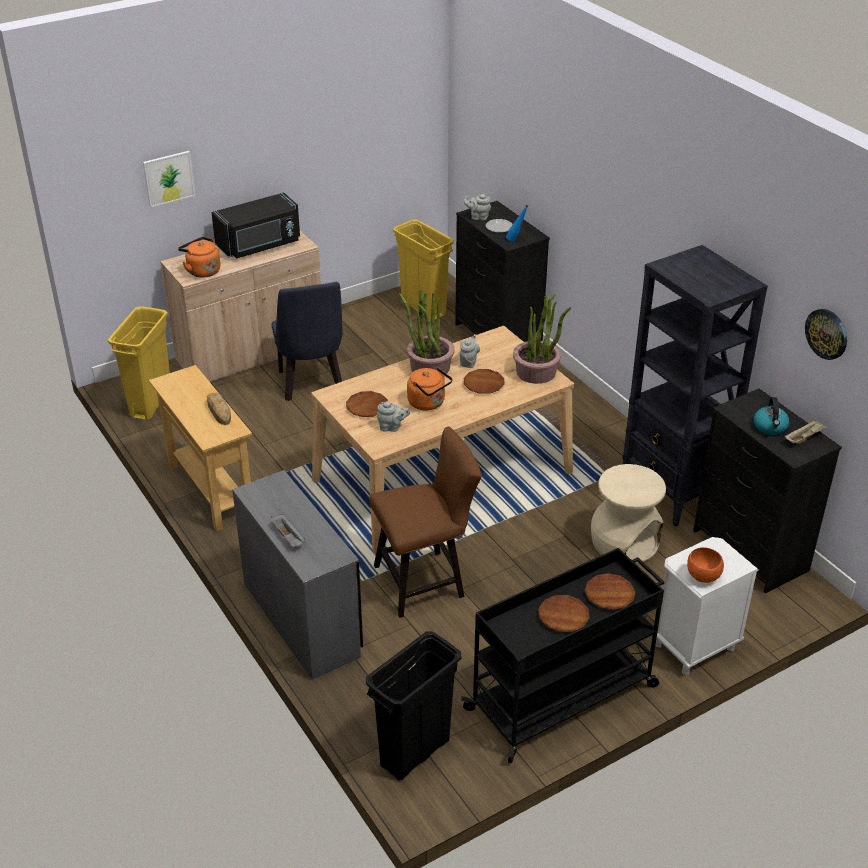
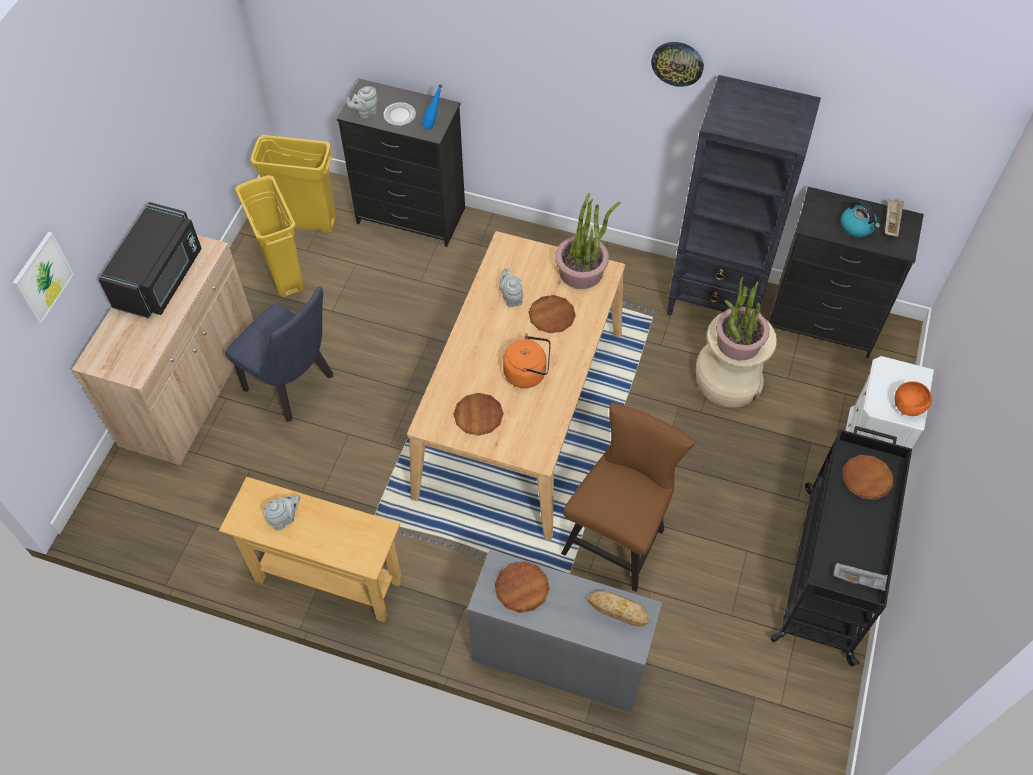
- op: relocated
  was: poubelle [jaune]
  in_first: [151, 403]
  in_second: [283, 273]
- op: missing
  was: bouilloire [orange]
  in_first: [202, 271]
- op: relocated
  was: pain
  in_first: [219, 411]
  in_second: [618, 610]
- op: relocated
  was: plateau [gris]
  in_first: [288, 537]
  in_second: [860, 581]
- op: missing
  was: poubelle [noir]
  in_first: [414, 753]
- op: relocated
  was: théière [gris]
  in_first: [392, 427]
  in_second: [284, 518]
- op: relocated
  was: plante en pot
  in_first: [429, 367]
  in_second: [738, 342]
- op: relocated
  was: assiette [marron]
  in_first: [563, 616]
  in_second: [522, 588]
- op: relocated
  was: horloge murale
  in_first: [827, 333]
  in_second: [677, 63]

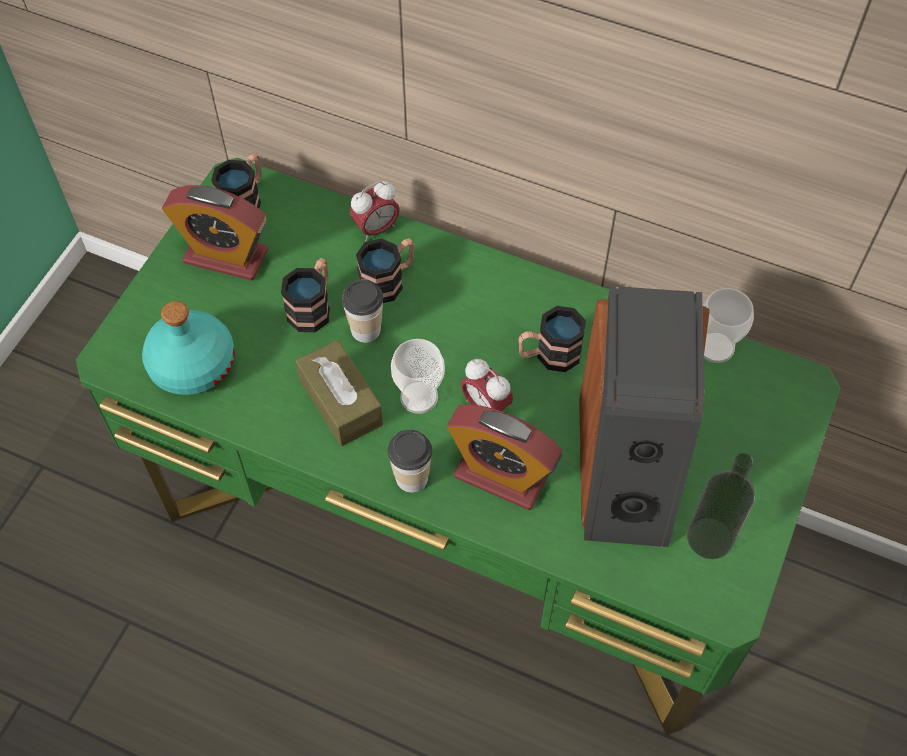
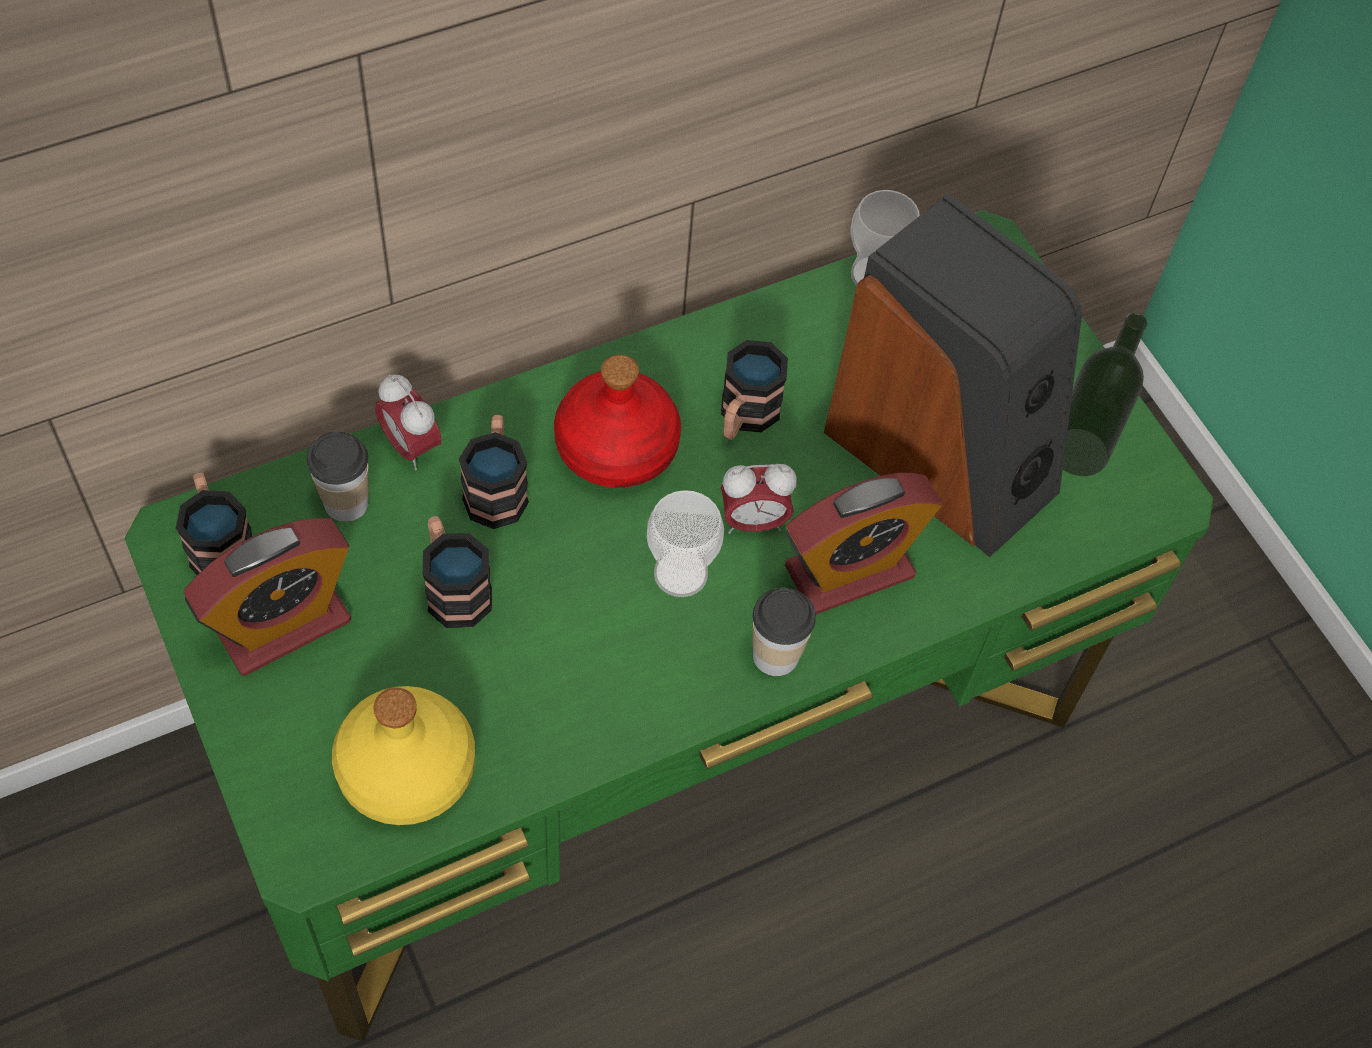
- op: colour
  was: bouteille [turquoise]
  now: bouteille [jaune]
  in_first: [192, 364]
  in_second: [405, 770]
- op: missing
  was: boîte à mouchoirs [marron]
  in_first: [341, 402]
- op: relocated
  was: tasse
  in_first: [366, 329]
  in_second: [346, 502]
- op: spun
  was: réveil
  in_first: [376, 229]
  in_second: [411, 446]
  clockwise: 135
- op: appeared
  now: bouteille [rouge]
  in_second: [616, 446]

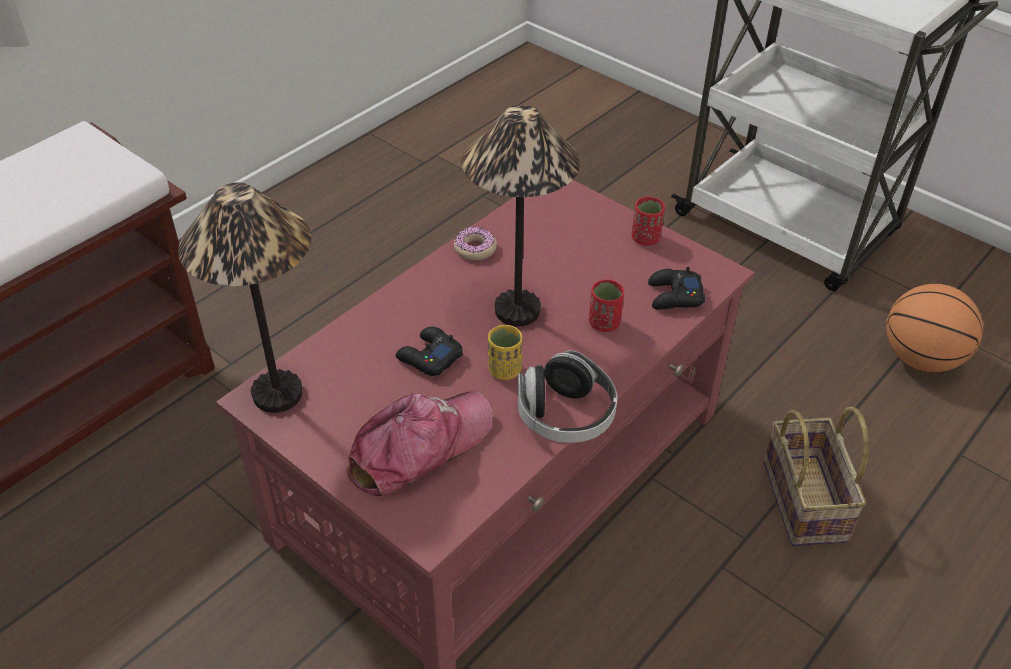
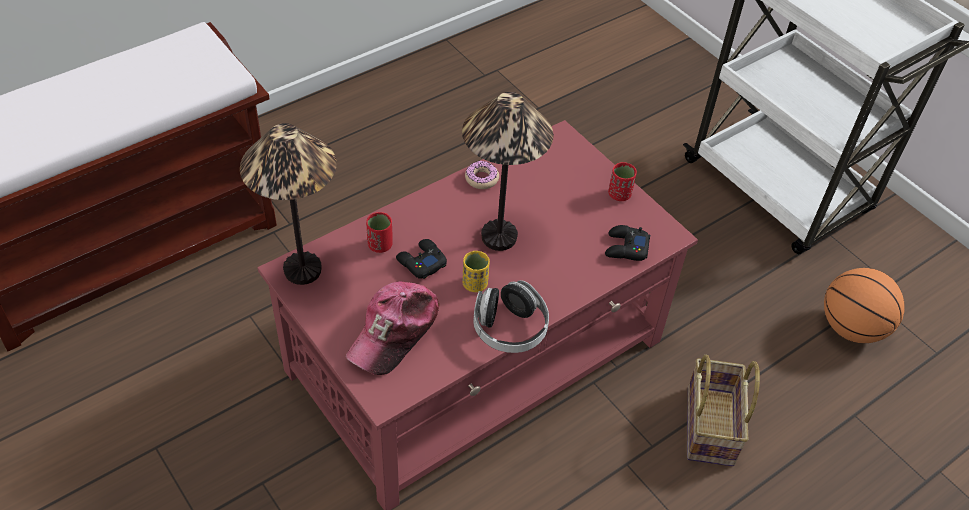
- op: spun
  was: casquette
  in_first: [419, 447]
  in_second: [395, 332]
  clockwise: 150
- op: relocated
  was: tasse [rouge]
  in_first: [604, 323]
  in_second: [380, 245]

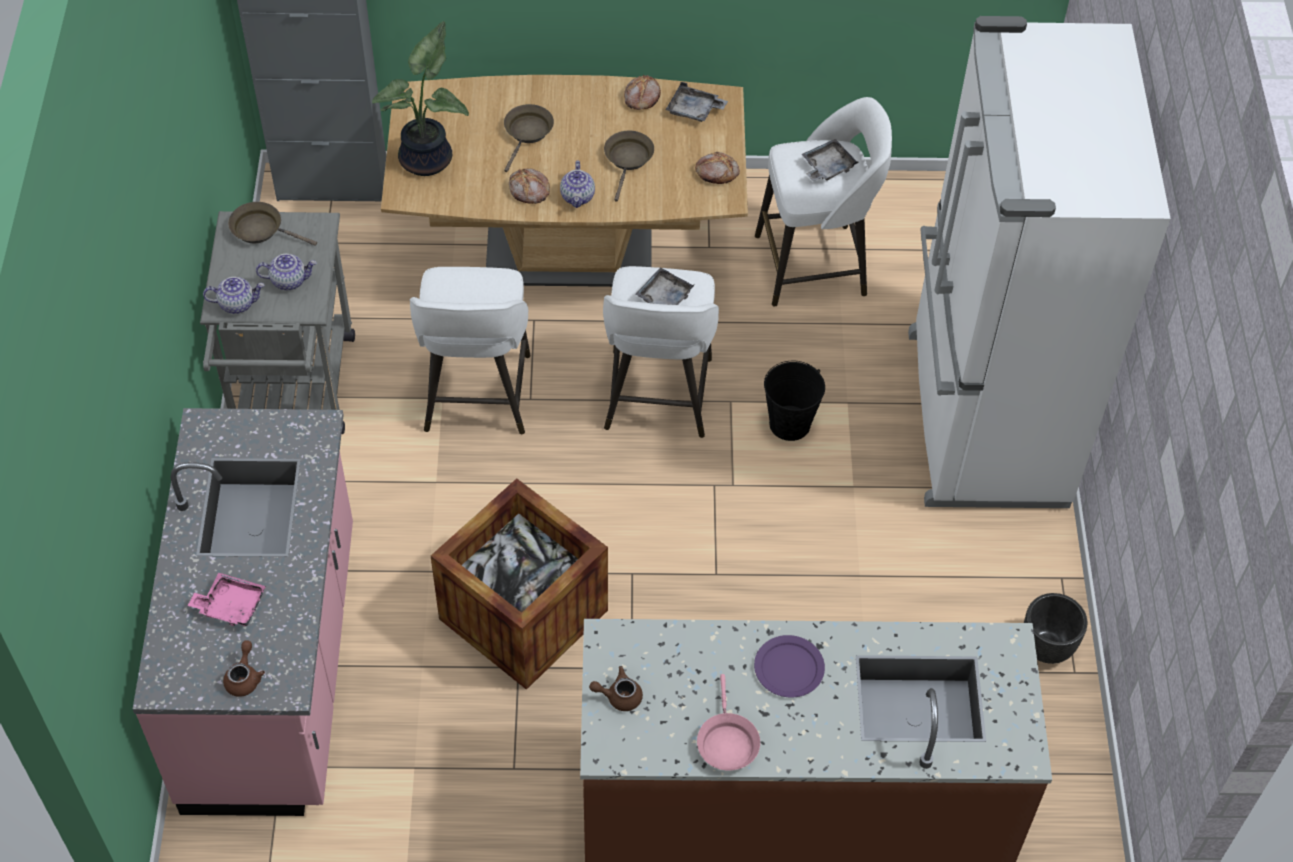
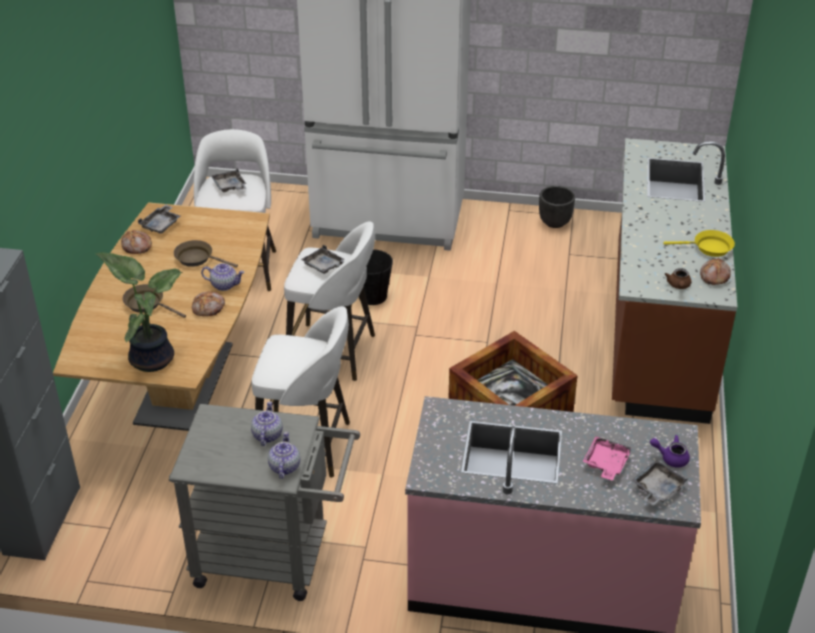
- op: colour
  was: théière [marron]
  now: théière [violet]
  in_first: [244, 677]
  in_second: [670, 457]
- op: missing
  was: poêle [marron]
  in_first: [261, 229]
- op: relocated
  was: pain
  in_first: [716, 172]
  in_second: [714, 276]
- op: colour
  was: poêle [rose]
  now: poêle [jaune]
  in_first: [726, 741]
  in_second: [709, 248]
- op: missing
  was: assiette [violet]
  in_first: [789, 668]
- op: appeared
  now: plateau [gris]
  in_second: [657, 489]

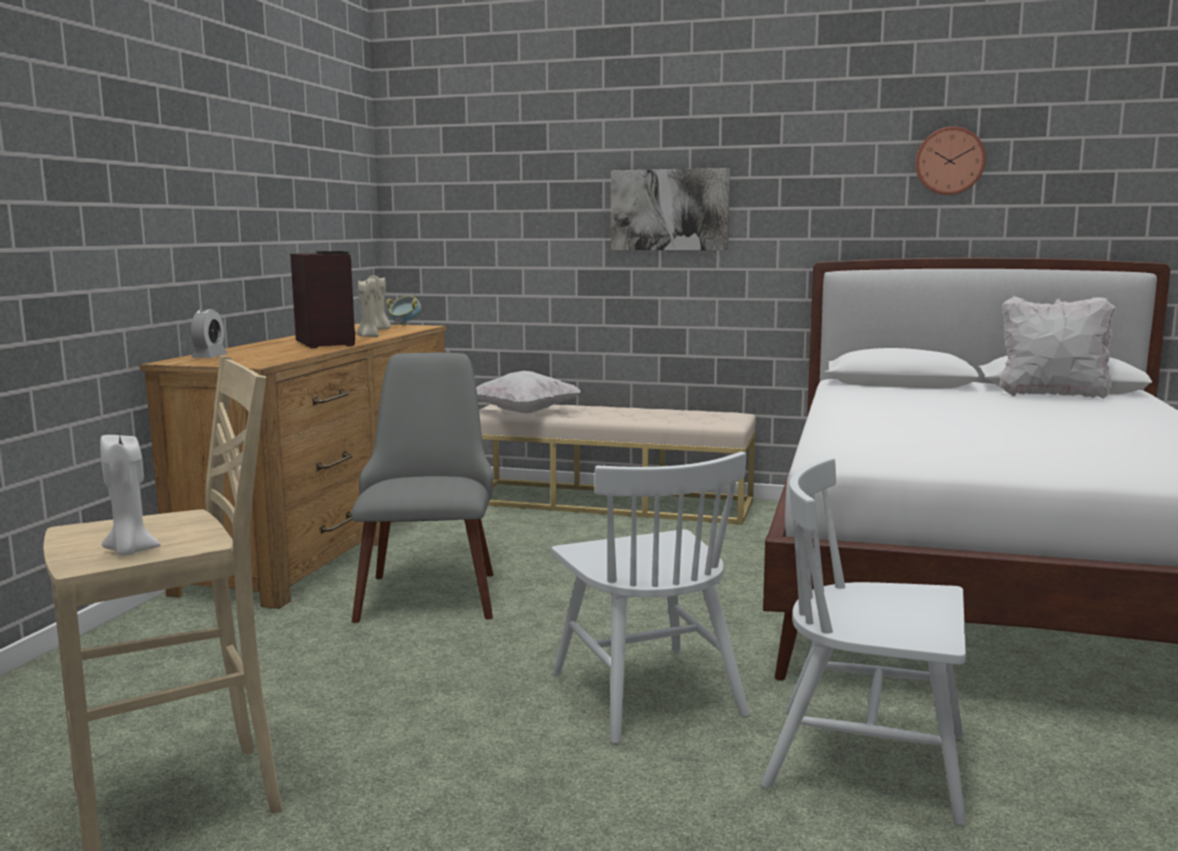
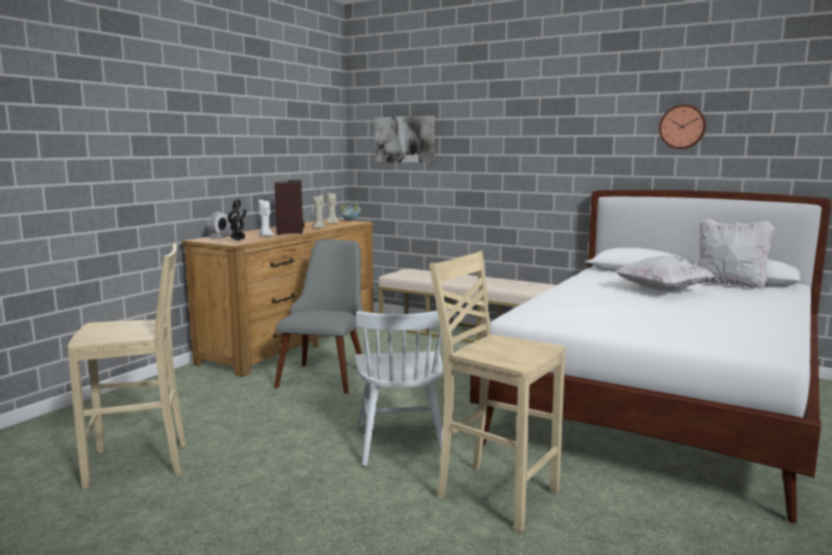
- op: relocated
  was: bougie [blanc]
  in_first: [130, 551]
  in_second: [265, 236]
- op: relocated
  was: coussin [blanc]
  in_first: [525, 413]
  in_second: [662, 291]
- op: relocated
  was: tableau
  in_first: [669, 210]
  in_second: [405, 139]
- op: exchanged
  was: chaise [blanc]
  now: tabouret [beige]
  in_first: [868, 762]
  in_second: [495, 494]
- op: appeared
  now: plante en pot
  in_second: [238, 241]

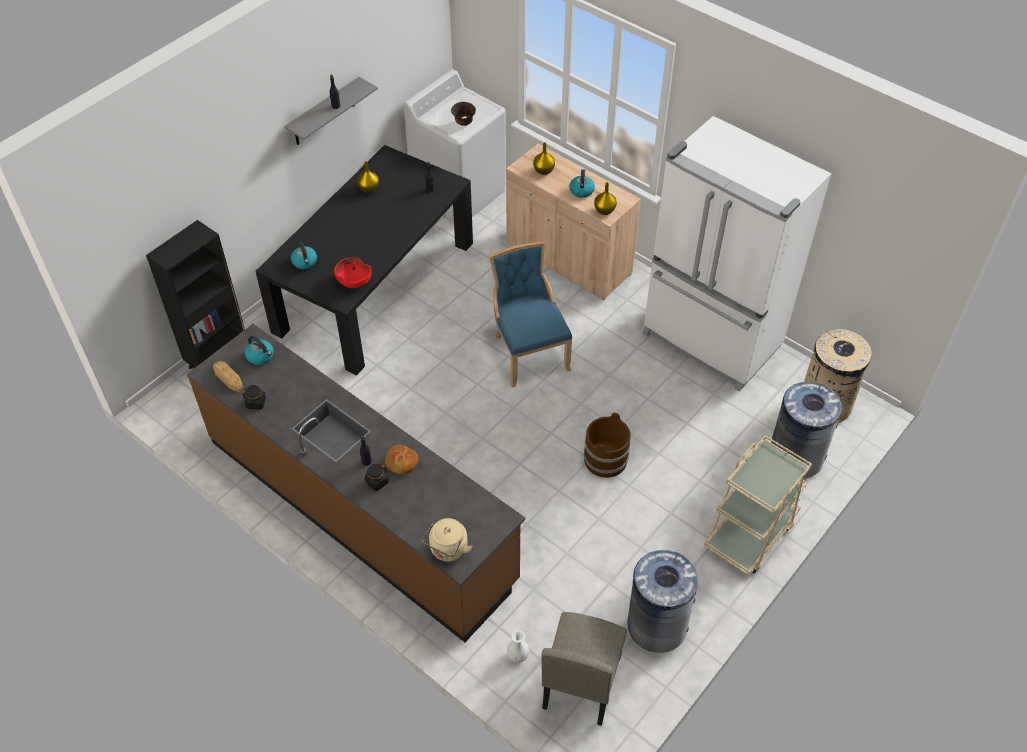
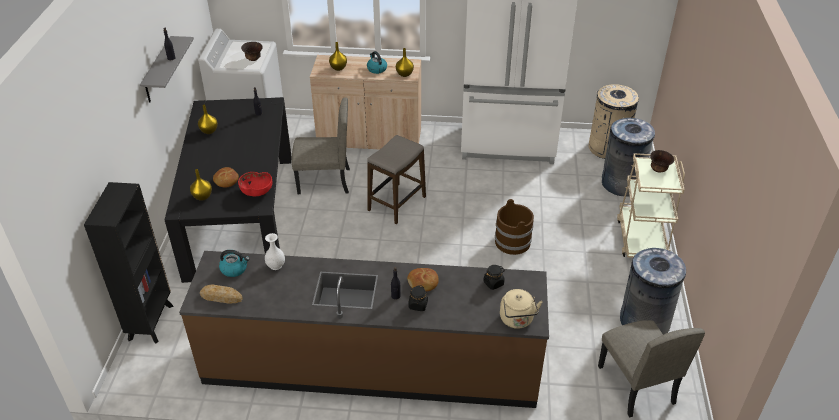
- op: relocated
  was: bocal [noir]
  in_first: [256, 403]
  in_second: [493, 283]
- op: exchanged
  was: bouilloire
  now: vase [jaune]
  in_first: [305, 262]
  in_second: [202, 196]
- op: exchanged
  was: chaise [bleu]
  now: tabouret
  in_first: [528, 352]
  in_second: [396, 204]
- op: relocated
  was: vase [blanc]
  in_first: [517, 655]
  in_second: [275, 265]
- op: appeared
  now: pain
  in_second: [226, 181]
- op: appeared
  now: chaise [beige]
  in_second: [324, 181]
- op: appeared
  now: bol [marron]
  in_second: [659, 170]

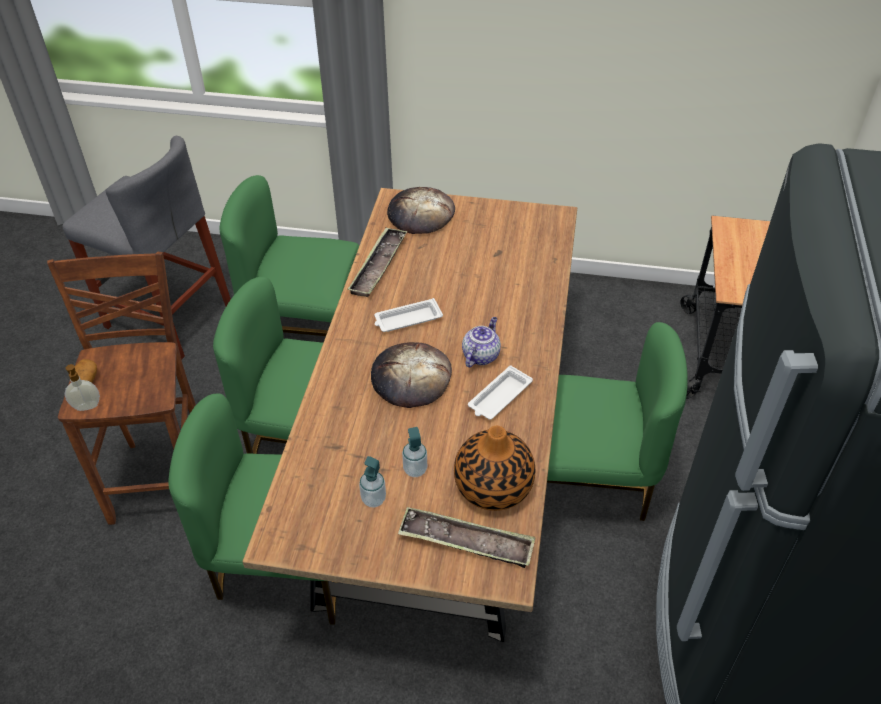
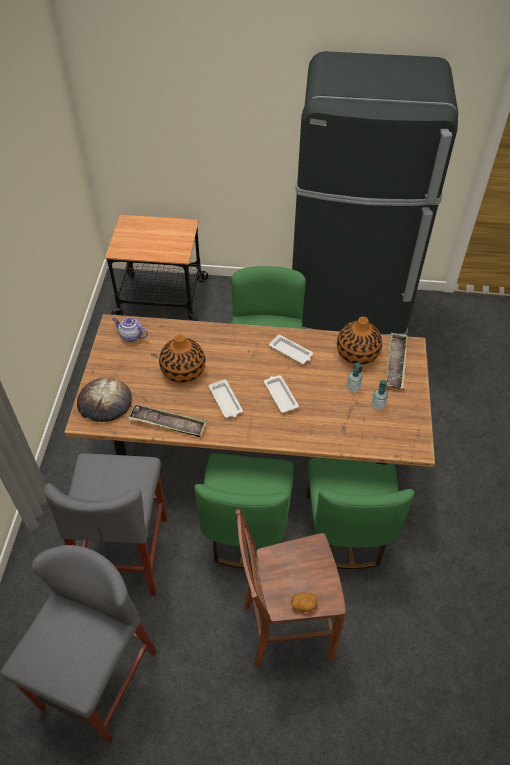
- op: missing
  was: distributeur de savon
  in_first: [87, 407]
- op: exchanged
  was: chaise [vert]
  now: tabouret [gris]
  in_first: [305, 332]
  in_second: [126, 552]
- op: exchanged
  was: pain
  now: plateau [blanc]
  in_first: [411, 377]
  in_second: [280, 395]
- op: relocated
  was: théière
  in_first: [480, 355]
  in_second: [131, 336]
- op: appeared
  now: vase
  in_second: [183, 370]

